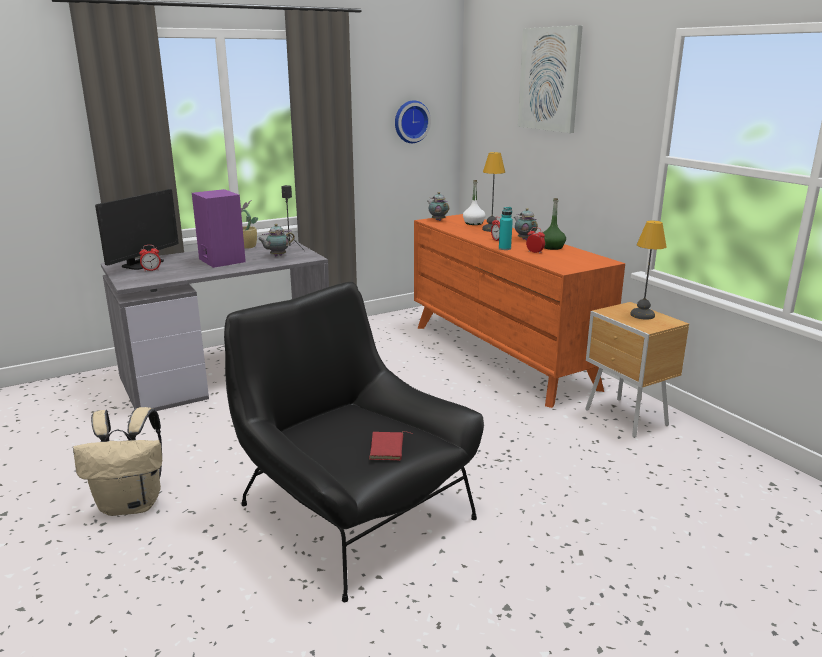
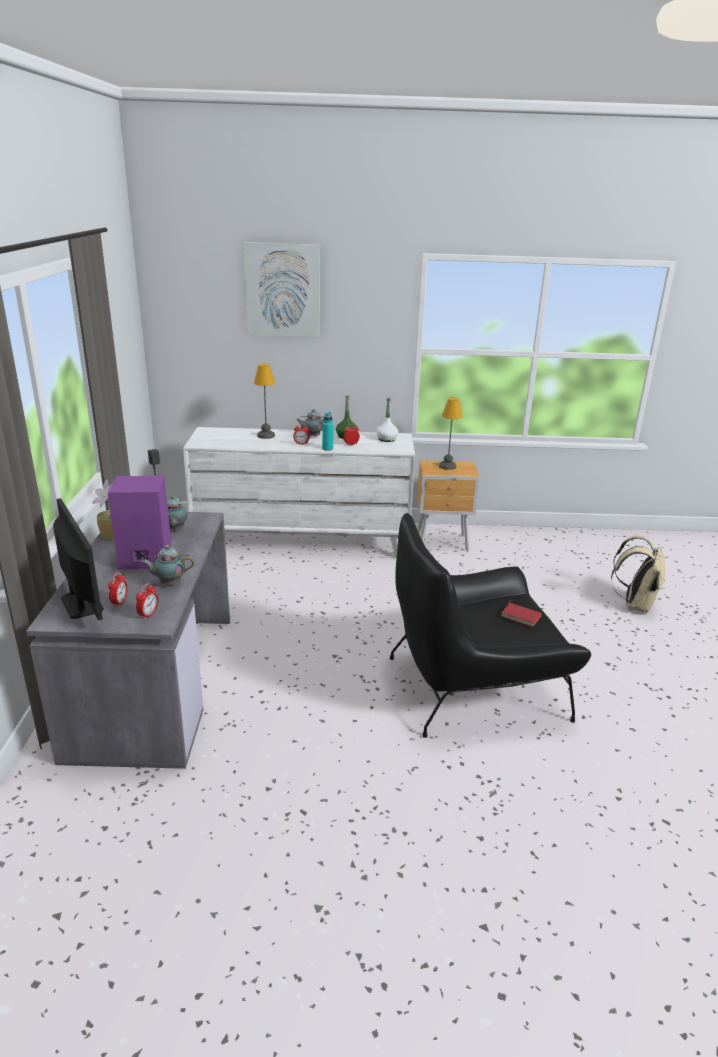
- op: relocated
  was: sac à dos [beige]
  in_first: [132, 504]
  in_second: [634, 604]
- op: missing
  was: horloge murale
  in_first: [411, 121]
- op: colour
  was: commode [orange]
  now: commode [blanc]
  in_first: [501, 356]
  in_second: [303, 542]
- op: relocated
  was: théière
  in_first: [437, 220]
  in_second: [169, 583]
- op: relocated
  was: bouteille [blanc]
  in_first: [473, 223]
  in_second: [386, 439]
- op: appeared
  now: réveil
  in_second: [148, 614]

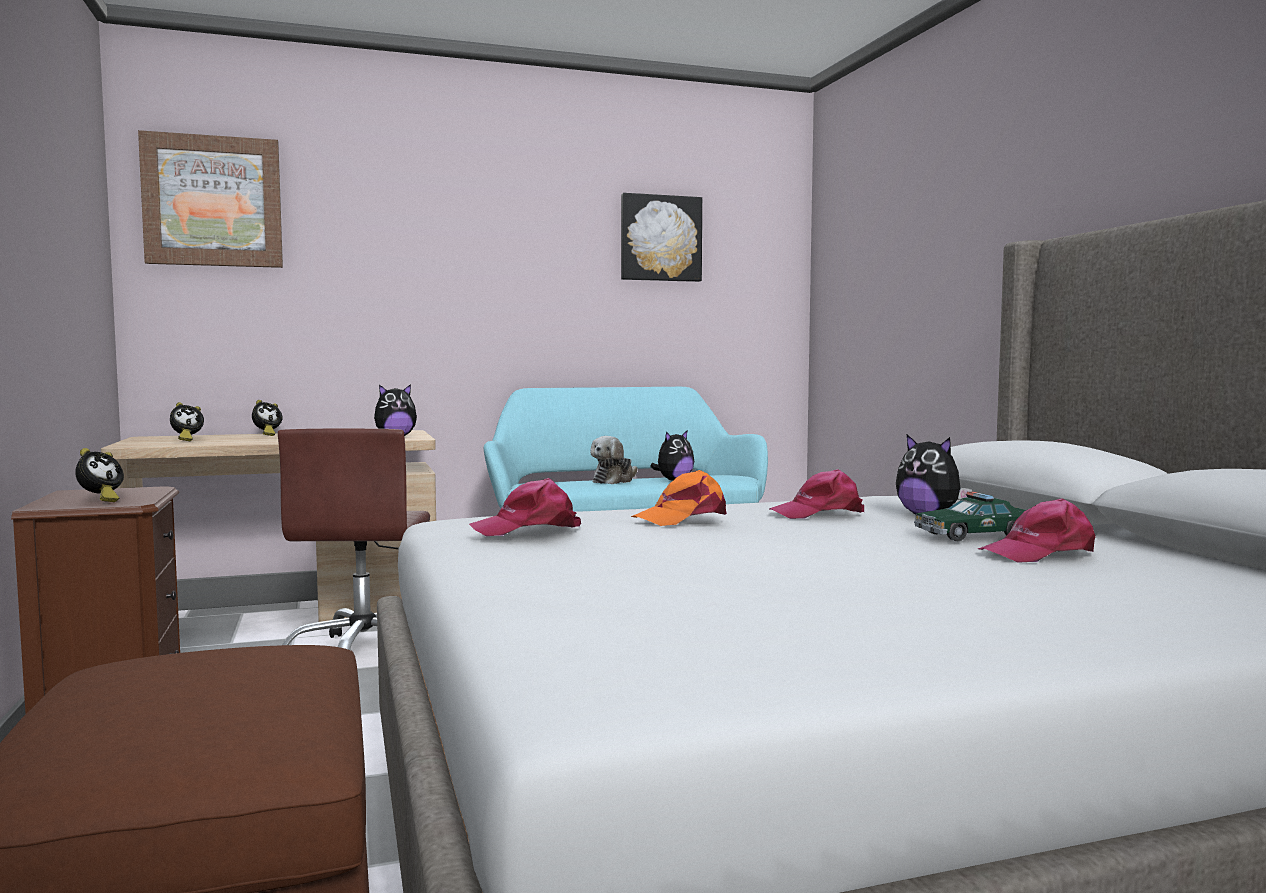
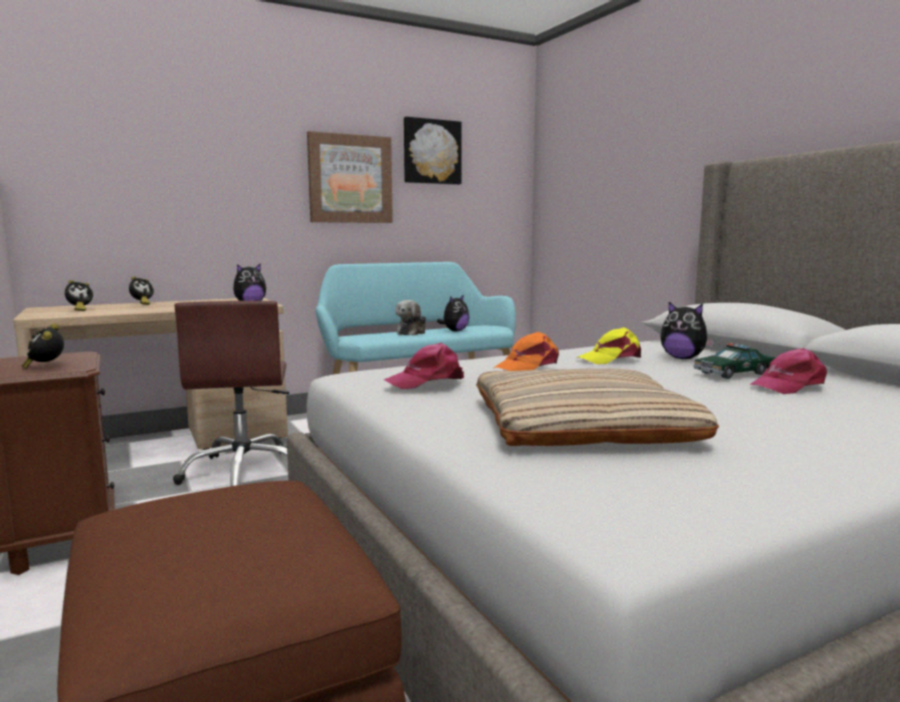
- op: spun
  was: réveil
  in_first: [100, 500]
  in_second: [45, 367]
  clockwise: 150
- op: relocated
  was: tableau
  in_first: [213, 201]
  in_second: [350, 179]
- op: colour
  was: casquette [rose]
  now: casquette [jaune]
  in_first: [819, 513]
  in_second: [611, 359]
- op: appeared
  now: coussin [beige]
  in_second: [582, 424]

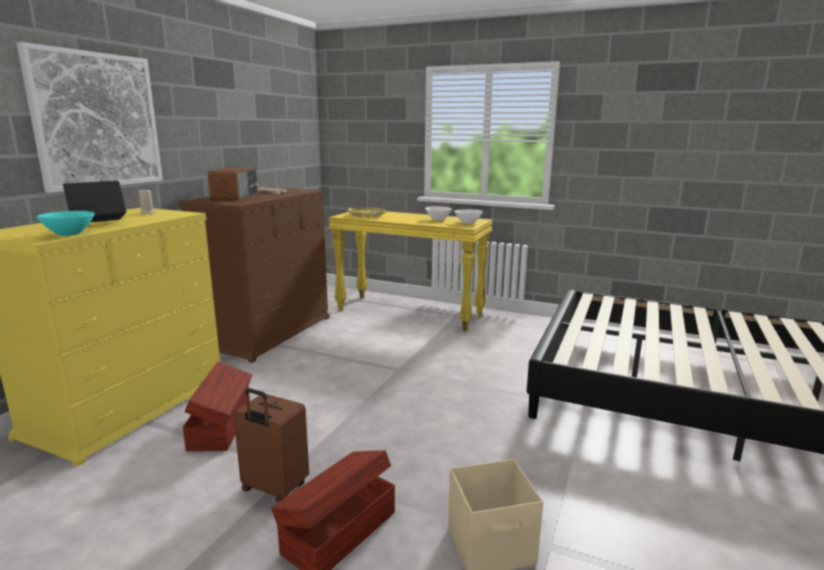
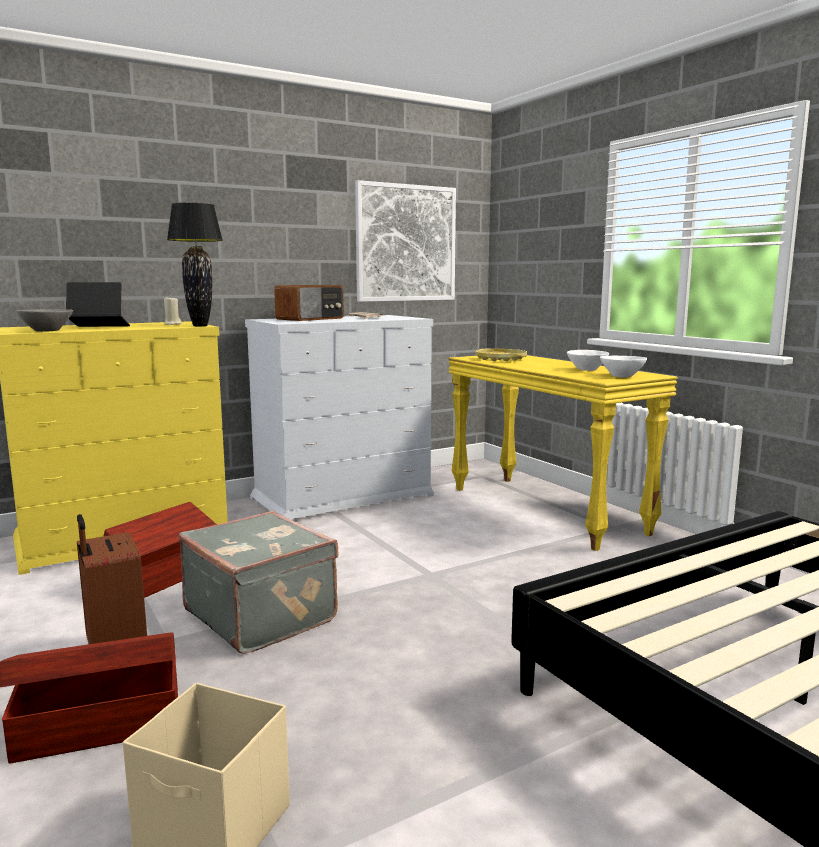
- op: relocated
  was: tableau
  in_first: [97, 121]
  in_second: [406, 243]
- op: colour
  was: bol [turquoise]
  now: bol [gris]
  in_first: [70, 234]
  in_second: [47, 331]
- op: colour
  was: commode [marron]
  now: commode [blanc]
  in_first: [267, 332]
  in_second: [343, 496]
- op: appeared
  now: lampe de table [noir]
  in_second: [200, 326]
- op: appeared
  now: valise [gris]
  in_second: [262, 615]

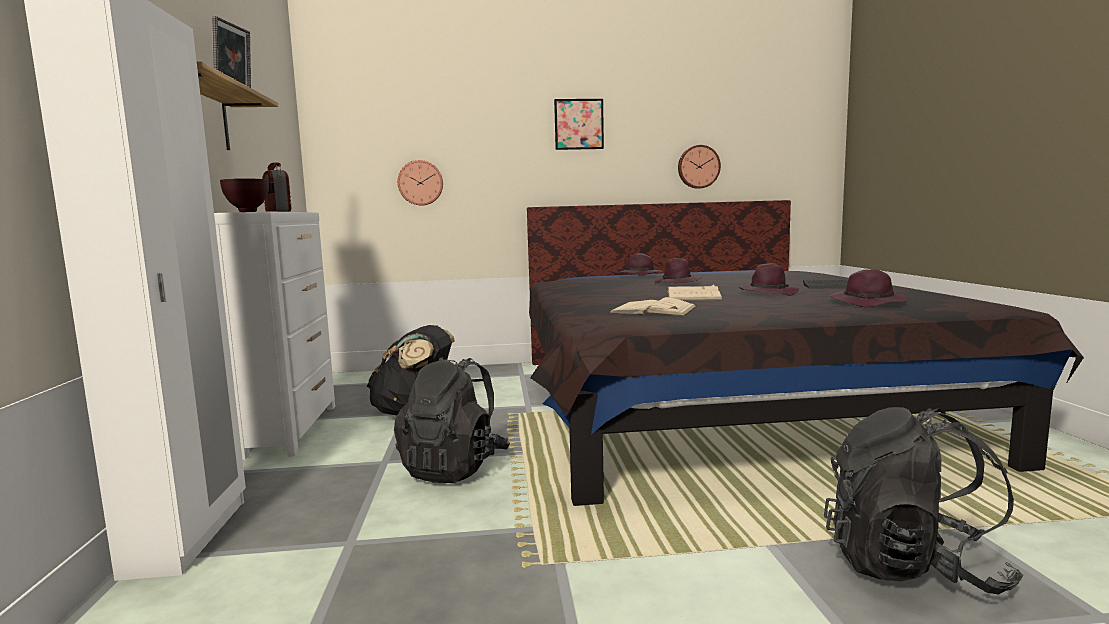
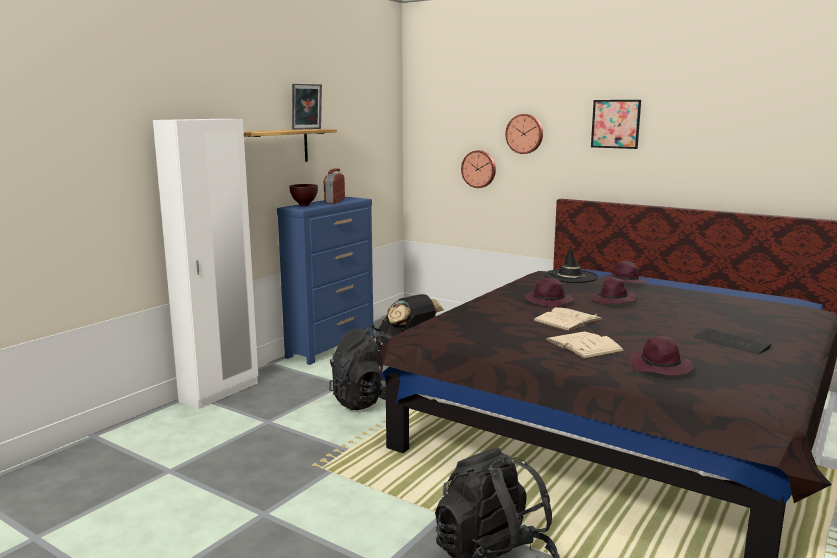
- op: colour
  was: commode [blanc]
  now: commode [bleu]
  in_first: [293, 429]
  in_second: [332, 346]
- op: relocated
  was: livre [beige]
  in_first: [653, 310]
  in_second: [584, 345]
- op: relocated
  was: horloge murale
  in_first: [698, 167]
  in_second: [525, 133]
- op: relocated
  was: chapeau [violet]
  in_first: [768, 293]
  in_second: [549, 301]
- op: appeared
  now: chapeau [noir]
  in_second: [570, 276]

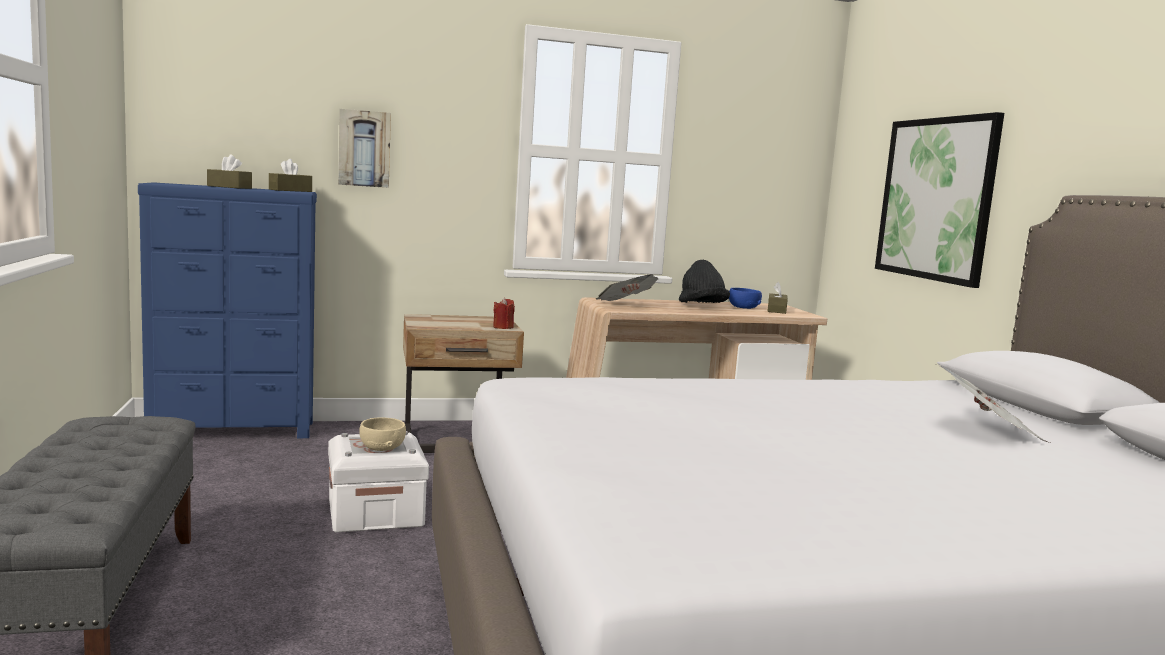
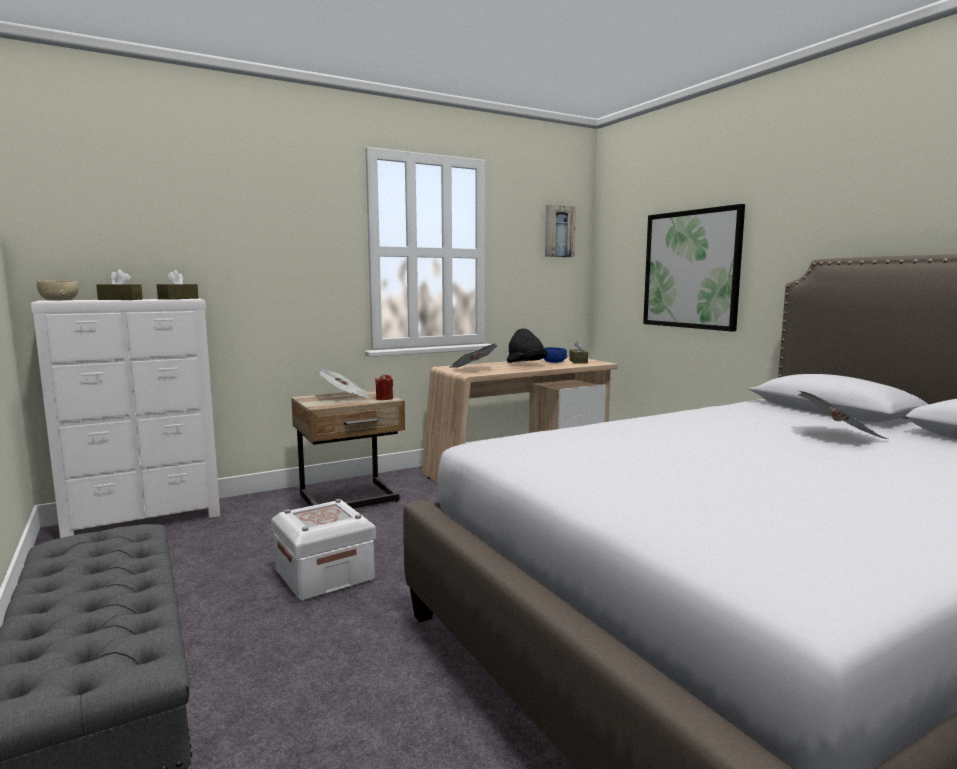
- op: colour
  was: commode [bleu]
  now: commode [blanc]
  in_first: [233, 431]
  in_second: [145, 521]
- op: relocated
  was: tableau
  in_first: [364, 148]
  in_second: [558, 231]
- op: relocated
  was: bol [beige]
  in_first: [381, 447]
  in_second: [59, 300]
- op: appeared
  now: journal
  in_second: [345, 397]

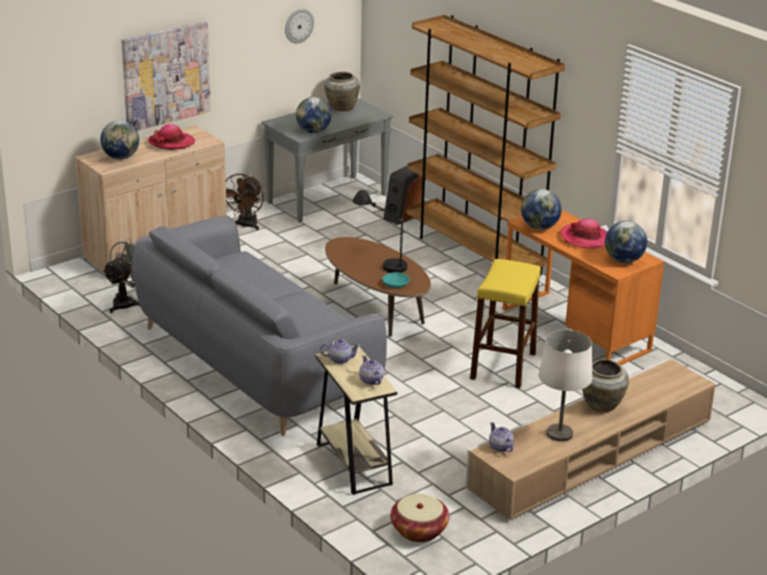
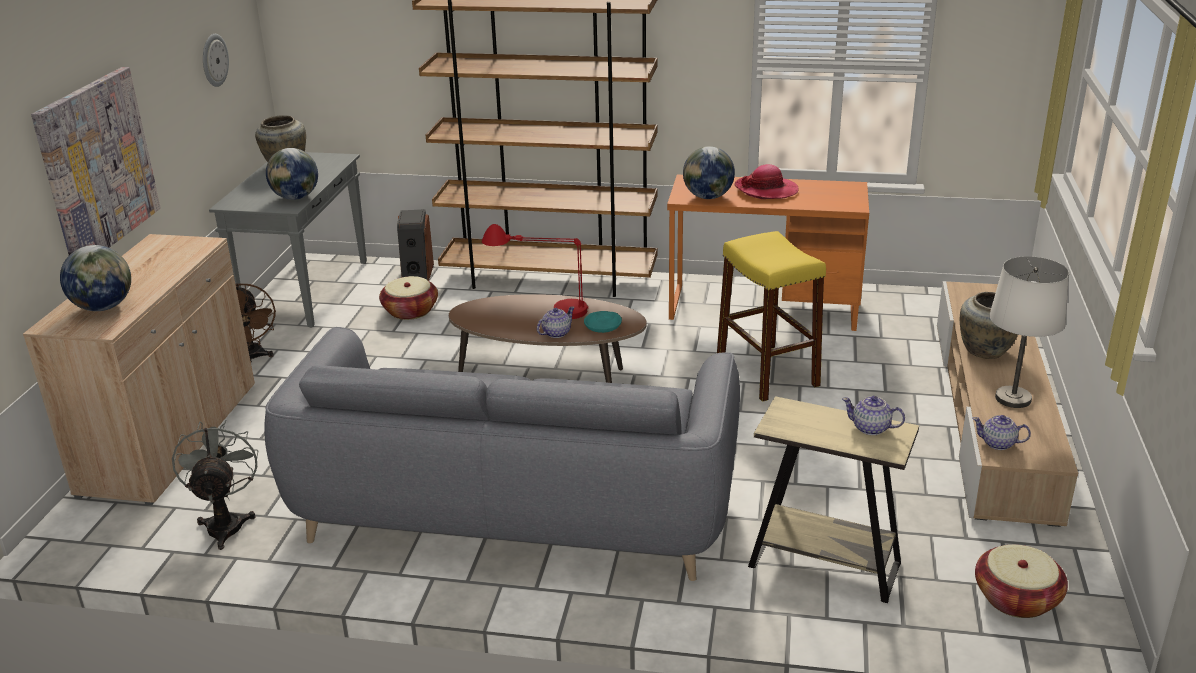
- op: missing
  was: chapeau
  in_first: [171, 142]
- op: relocated
  was: théière
  in_first: [339, 359]
  in_second: [556, 333]
- op: colour
  was: lampe de table [noir]
  now: lampe de table [rouge]
  in_first: [380, 259]
  in_second: [540, 310]
- op: missing
  was: globe
  in_first: [623, 260]
- op: appeared
  now: panier
  in_second: [410, 311]

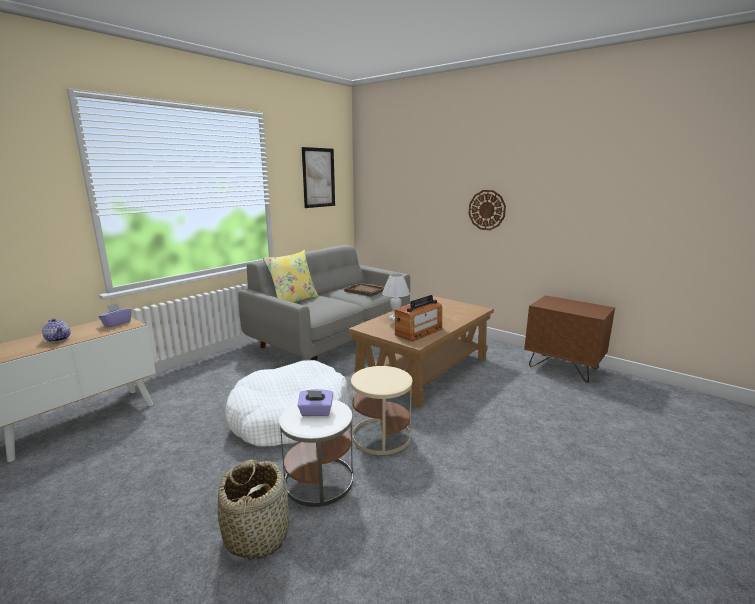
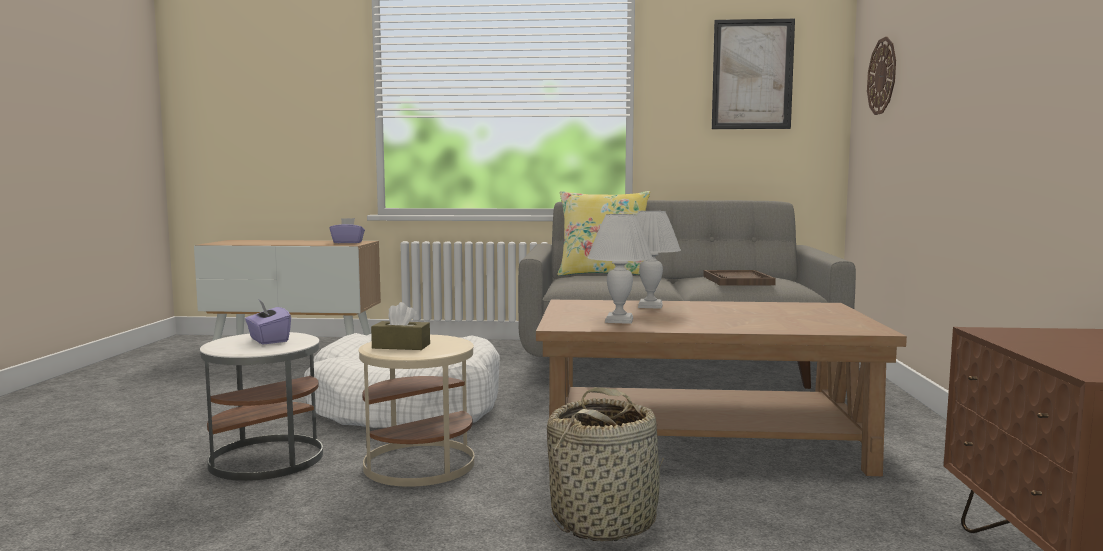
- op: missing
  was: théière
  in_first: [58, 339]
- op: relocated
  was: panier
  in_first: [257, 534]
  in_second: [605, 520]
- op: exchanged
  was: radio
  now: lampe de table [blanc]
  in_first: [419, 332]
  in_second: [620, 320]
- op: relocated
  was: horloge murale
  in_first: [487, 210]
  in_second: [882, 76]
- op: appeared
  now: boîte à mouchoirs [marron]
  in_second: [401, 346]

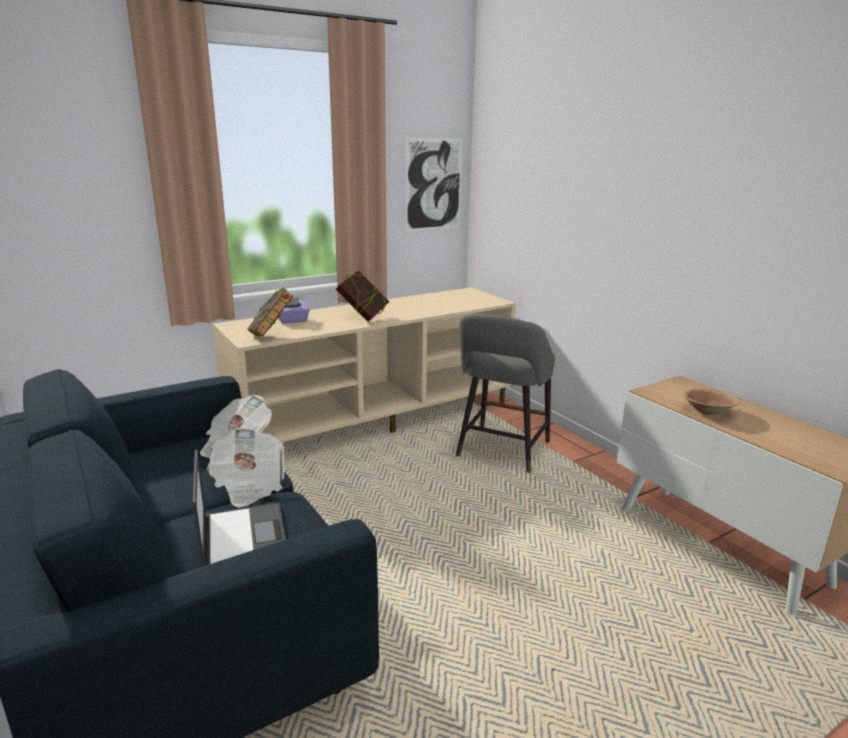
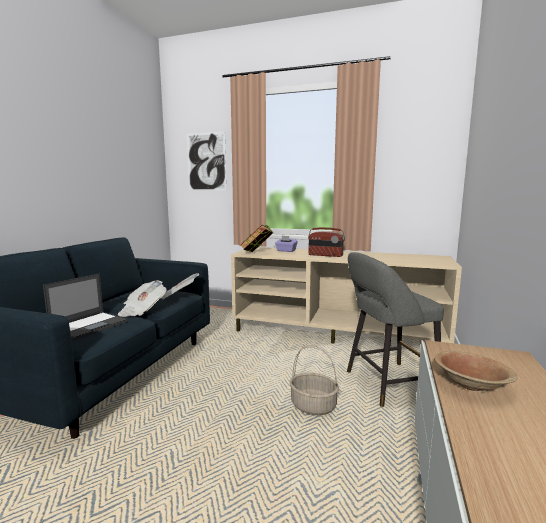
- op: exchanged
  was: livre
  now: radio
  in_first: [363, 317]
  in_second: [325, 255]
- op: relocated
  was: tableau
  in_first: [433, 184]
  in_second: [206, 161]
- op: appeared
  now: panier
  in_second: [313, 406]

